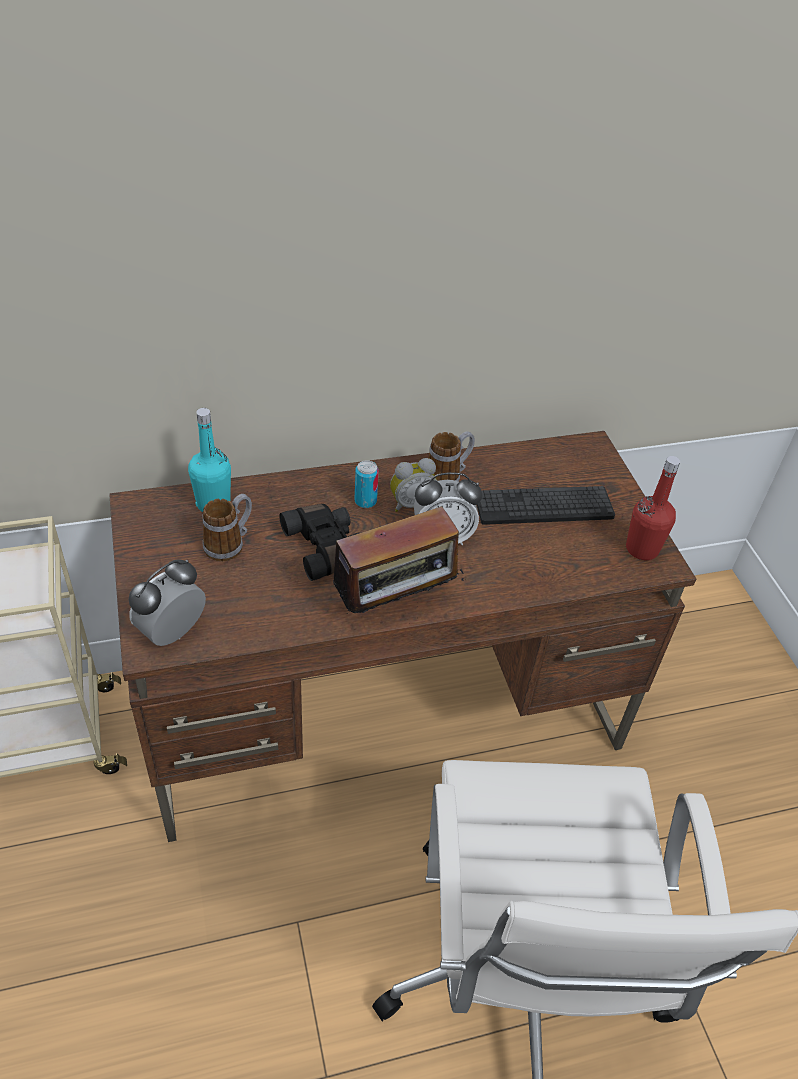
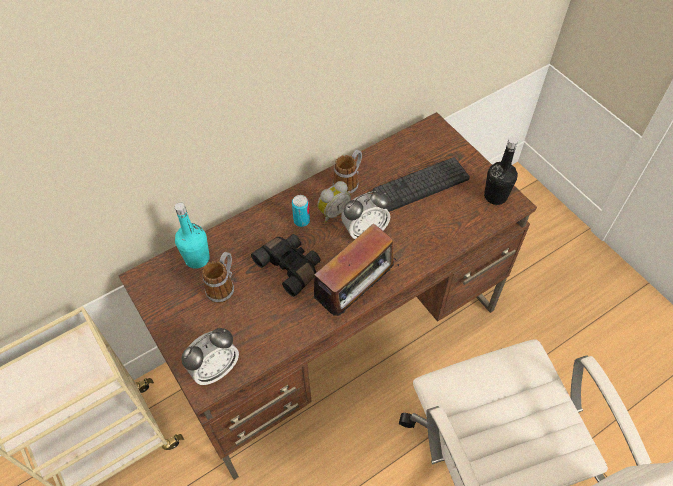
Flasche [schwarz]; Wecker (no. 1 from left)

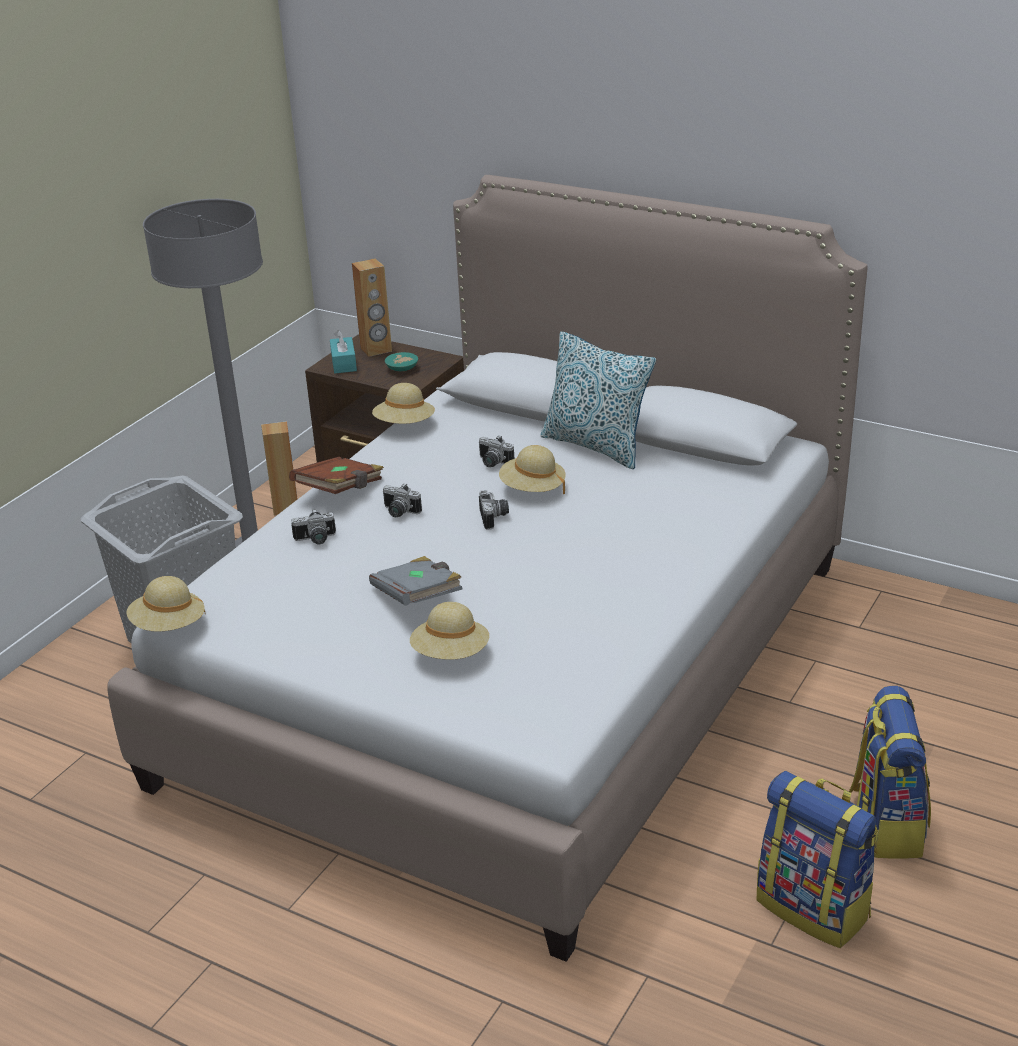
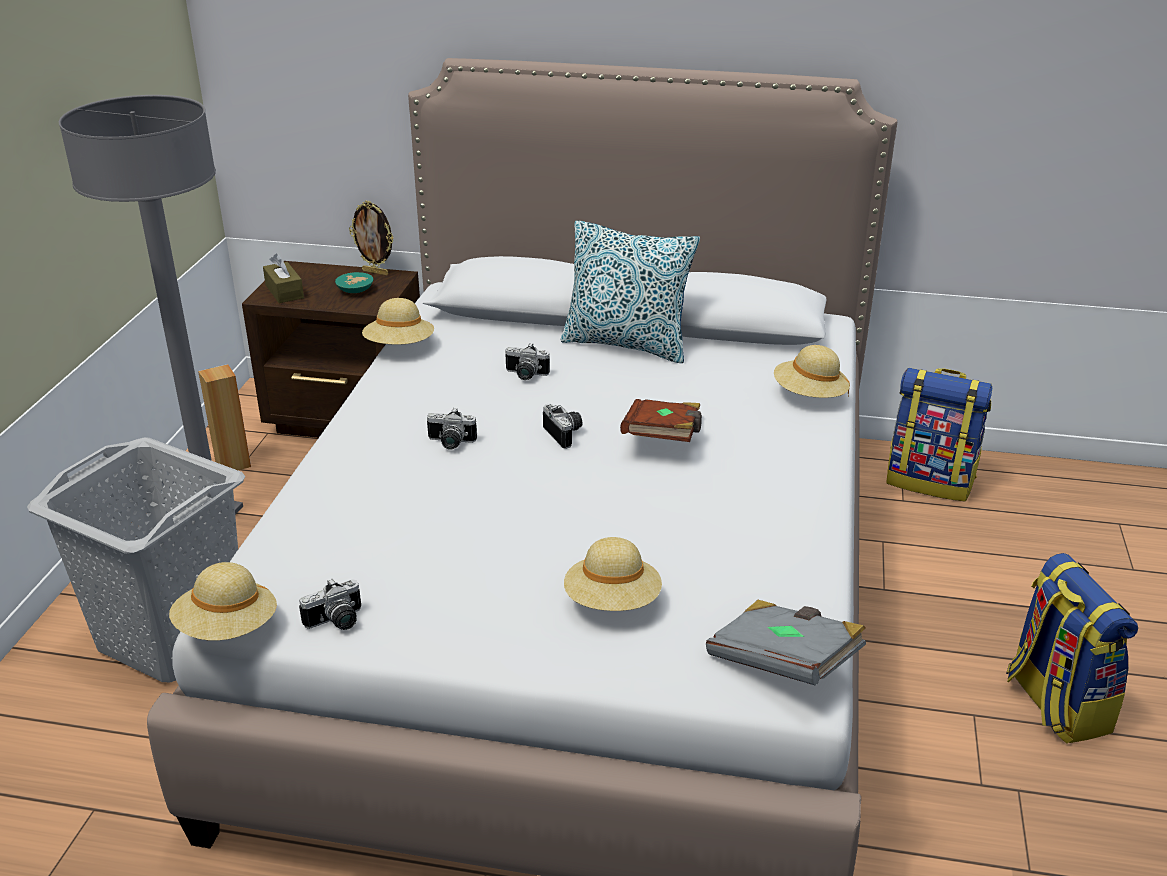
Lautsprecher [braun] (no. 2 from left in the first image); Taschentuchbox [braun]; Hut [beige] (no. 4 from left); Buch [braun]; Kamera (no. 1 from left); Buch [grau]; Rucksack (no. 1 from left); Bilderrahmen

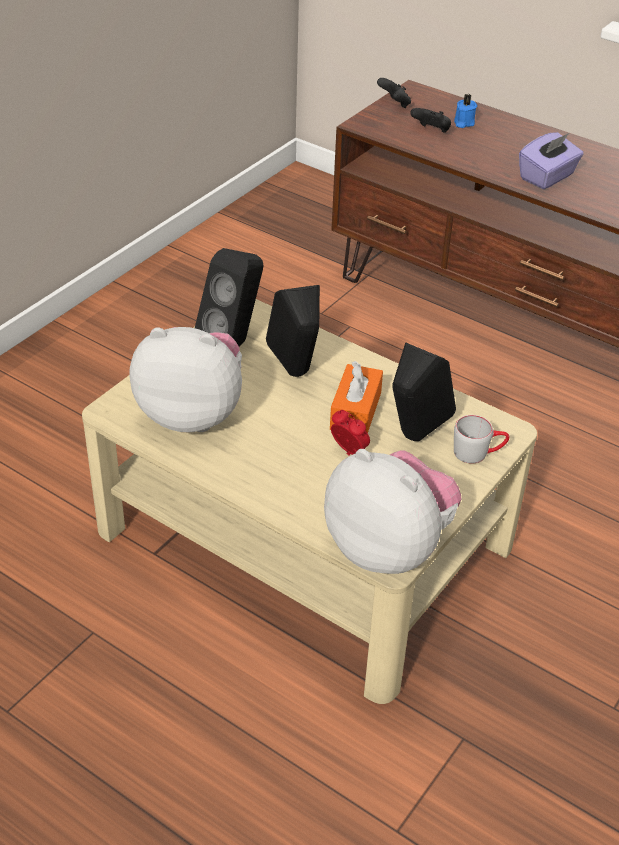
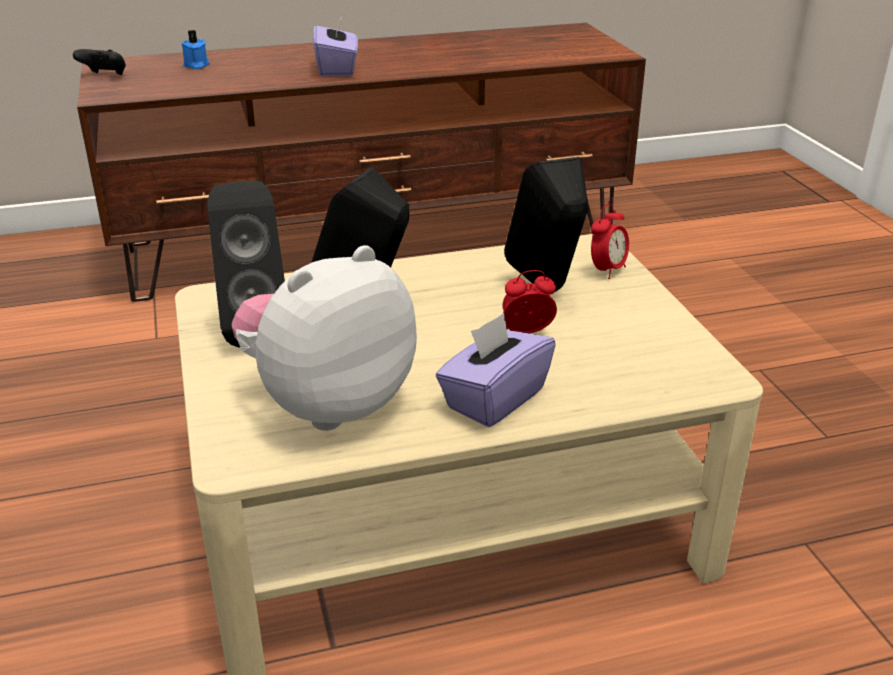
Gamepad [schwarz] (no. 2 from left in the first image); Taschentuchbox [orange]; Wecker (no. 2 from left); Plüschtier (no. 2 from left in the first image); Taschentuchbox [lila] (no. 2 from left)

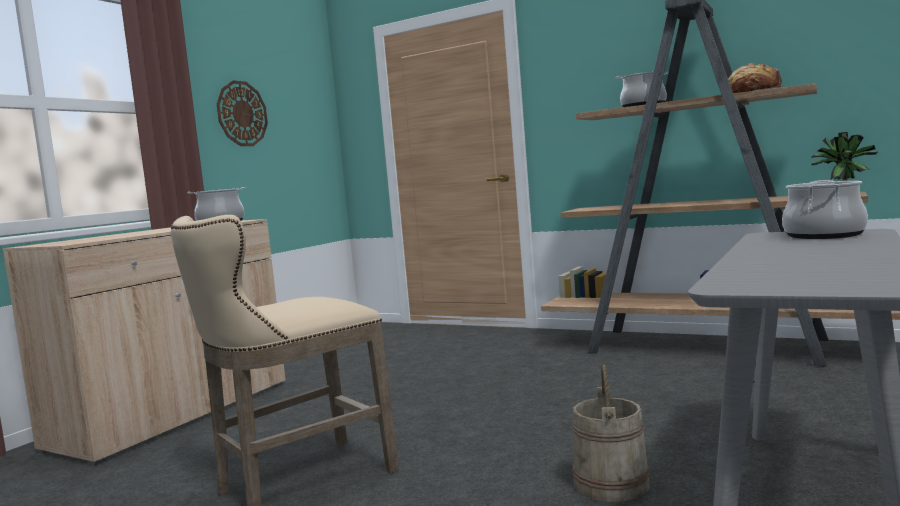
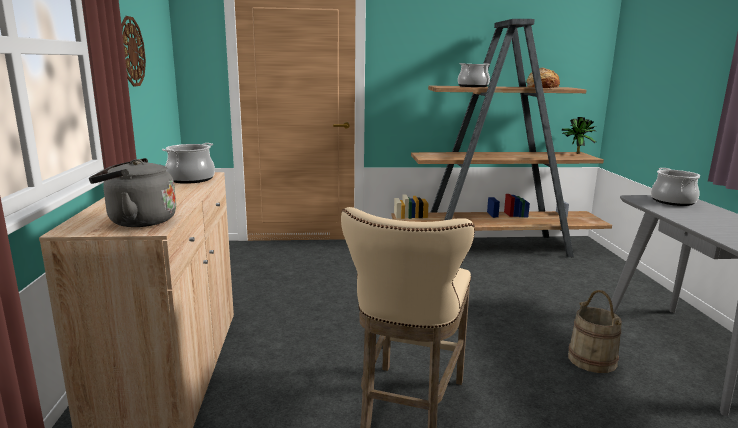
Wasserkessel [grau]

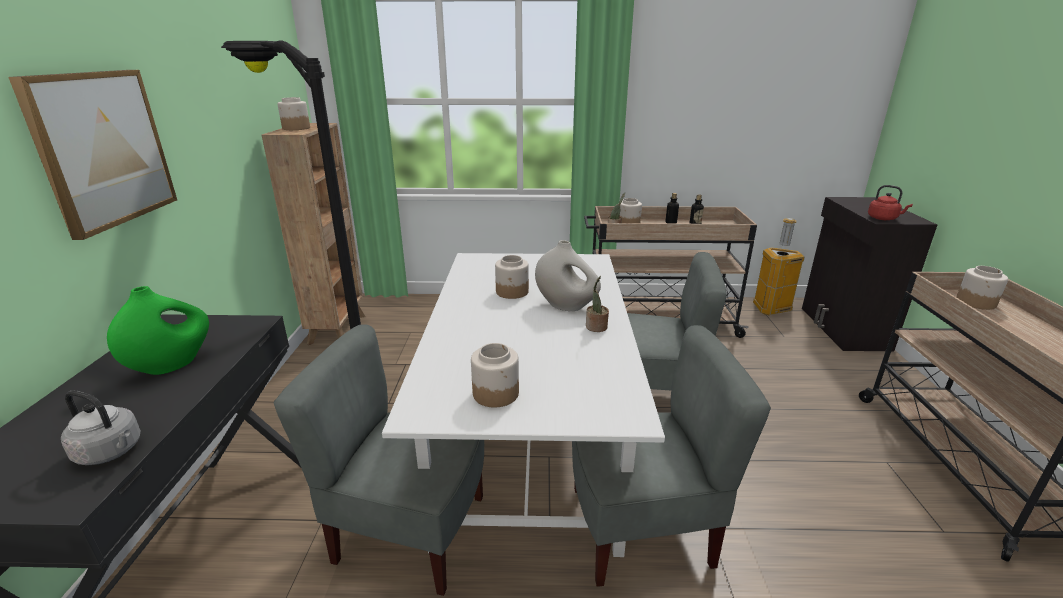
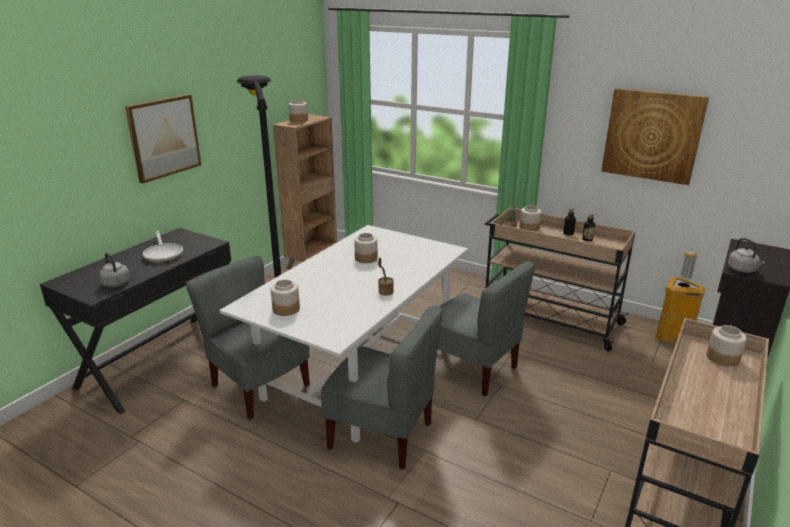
Wasserkessel [grau] (no. 2 from left); Vase [weiß]; Pfanne; Bild (no. 2 from left)

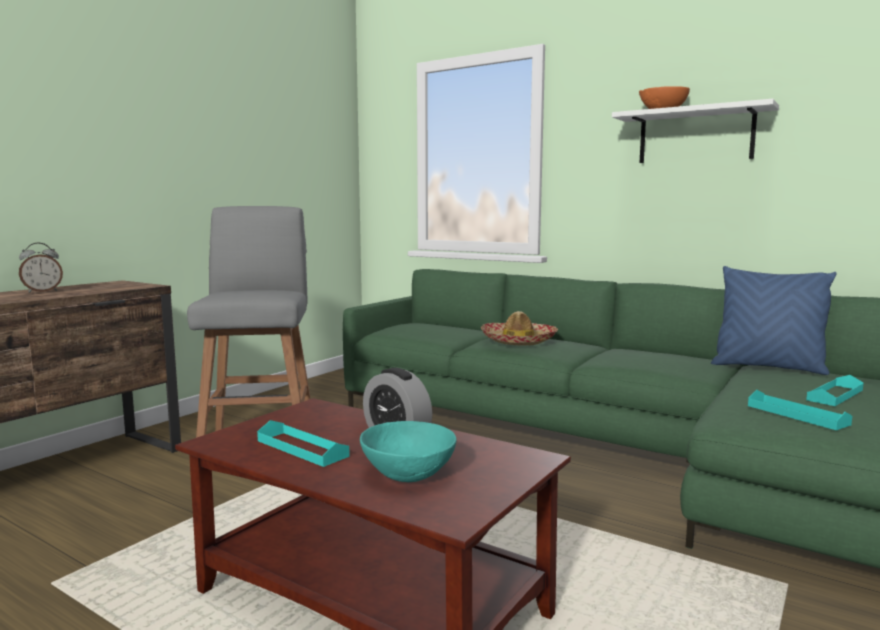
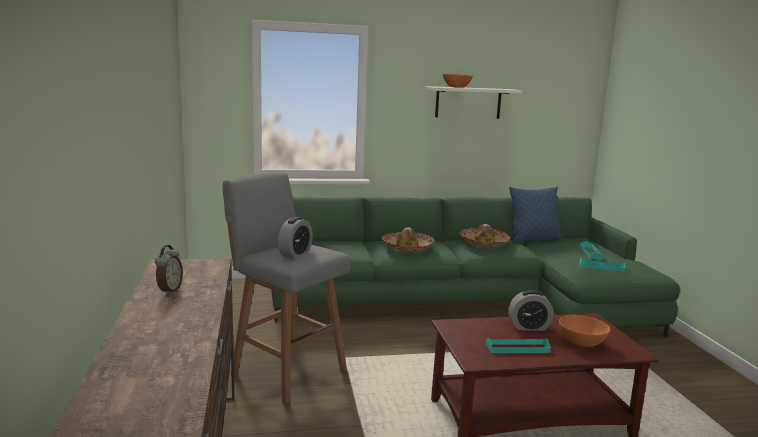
Schüssel [orange] (no. 2 from left); Wecker (no. 2 from left); Hut (no. 2 from left)

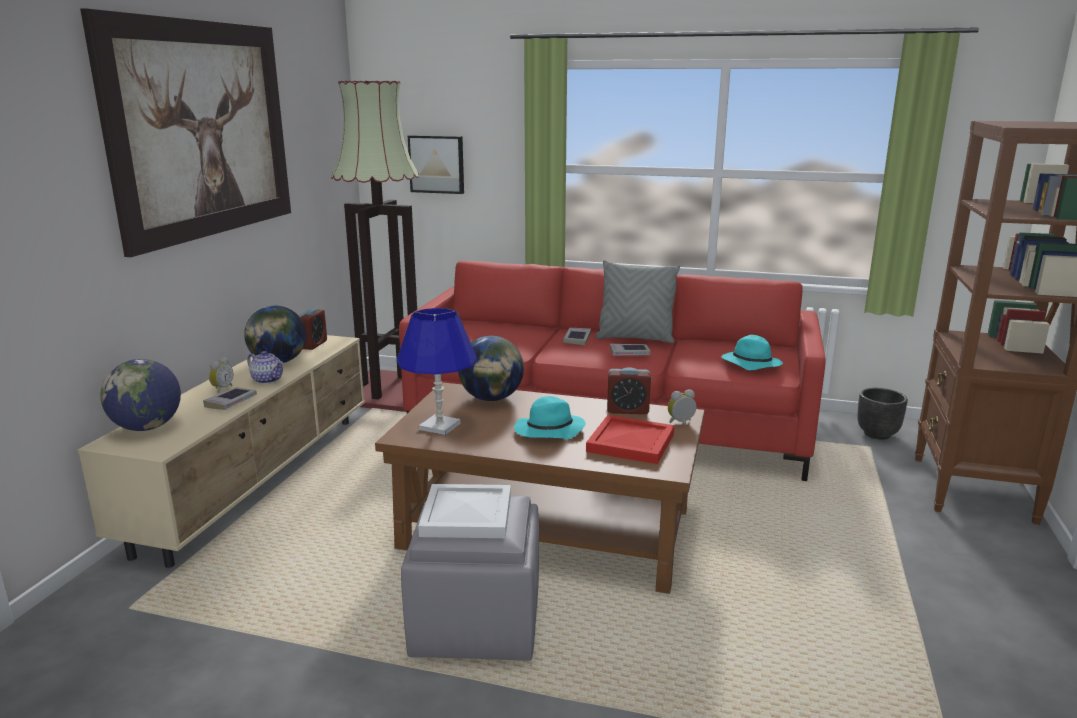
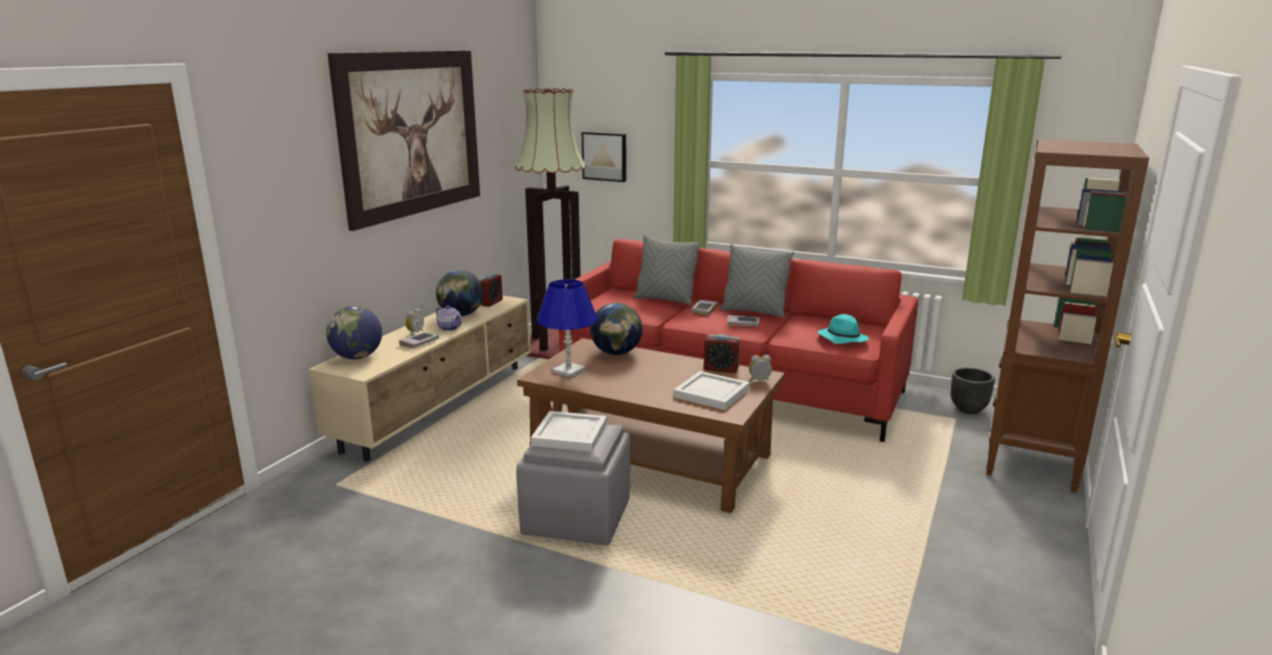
Hut [türkis] (no. 1 from left in the first image); Tablett [weiß] (no. 2 from left); Kissen [grau] (no. 1 from left)

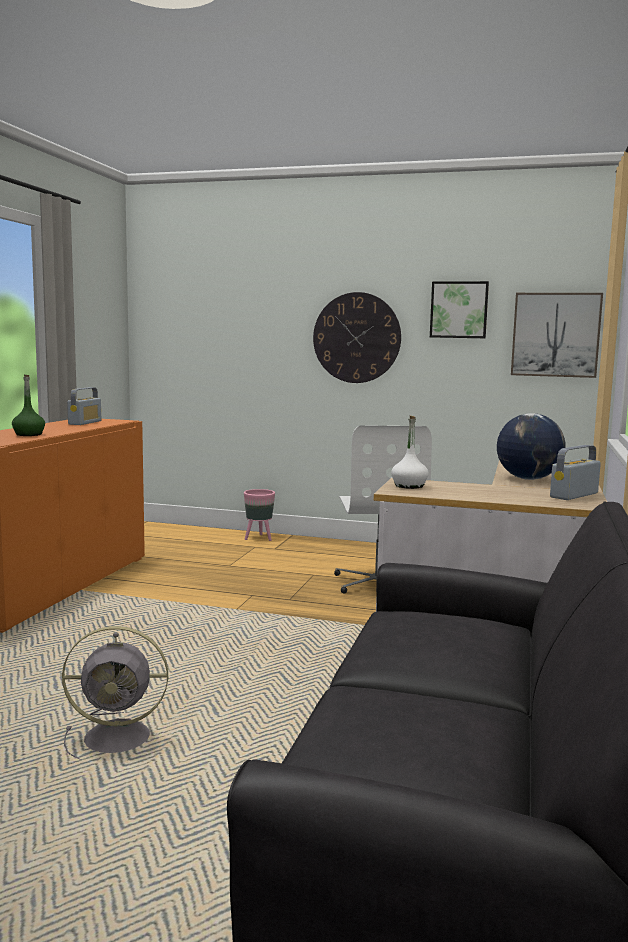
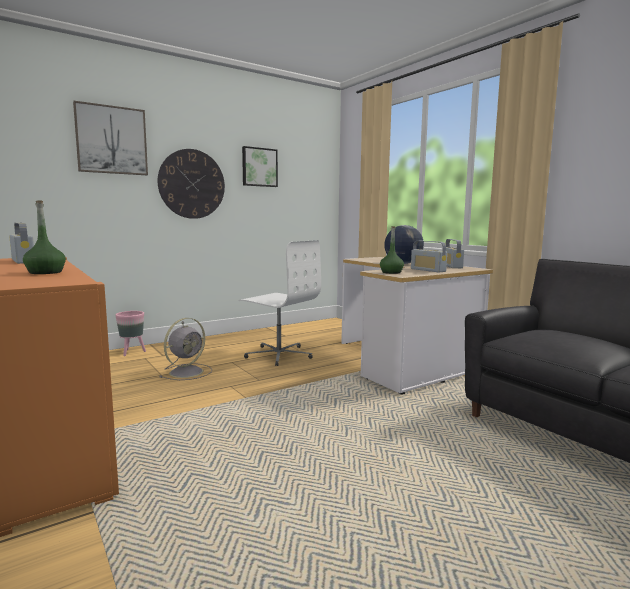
Bild (no. 1 from left); Flasche [grün] (no. 2 from left); Ventilator [grau]; Radio (no. 2 from left)

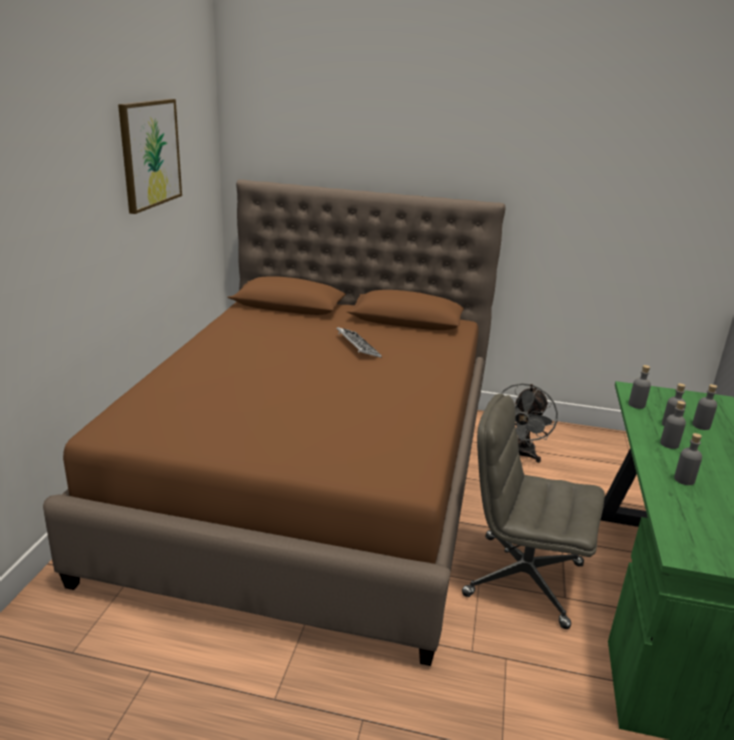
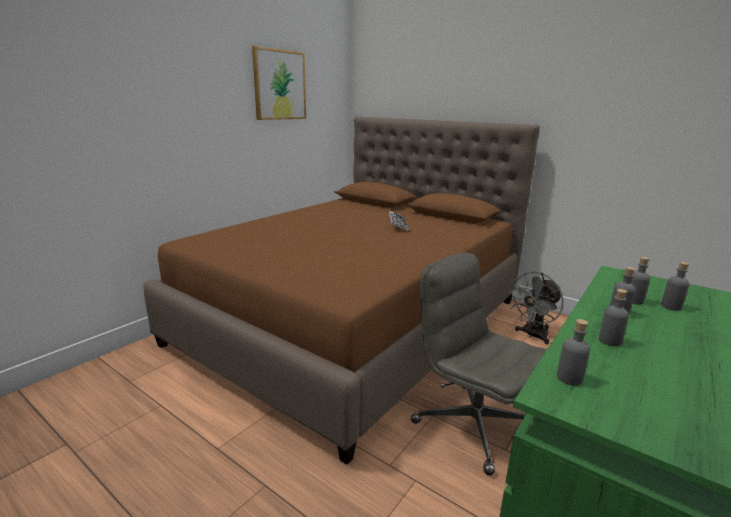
Flasche [grau] (no. 1 from left)

